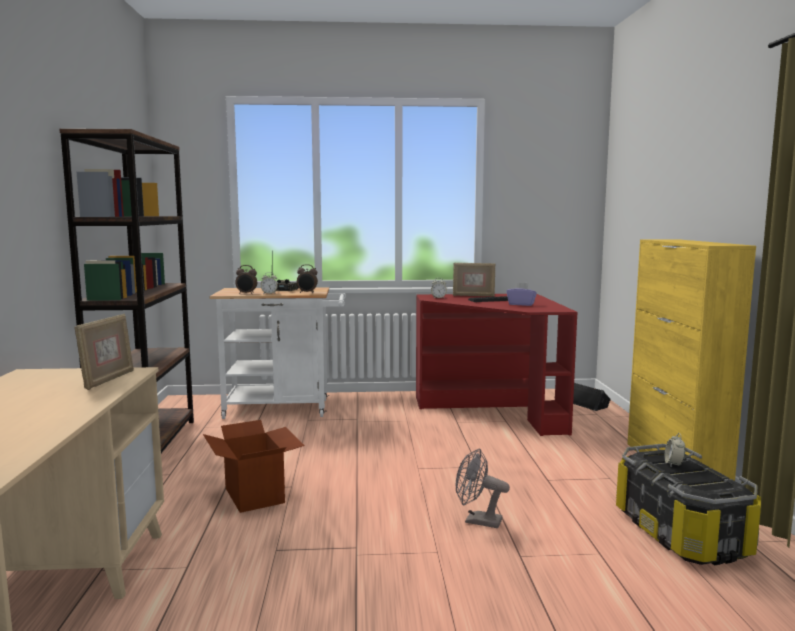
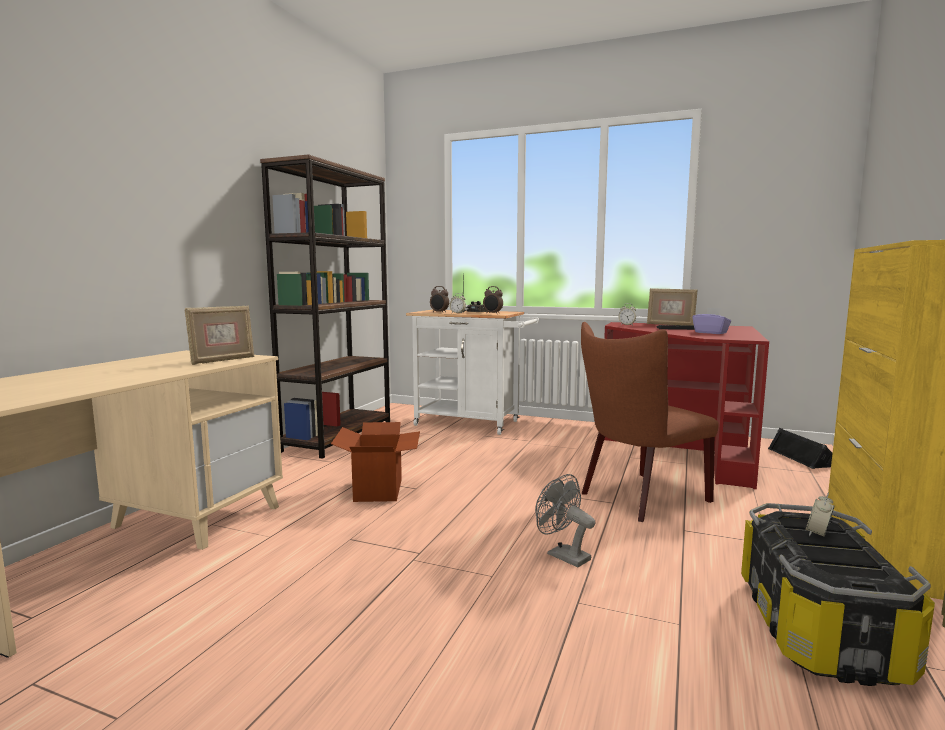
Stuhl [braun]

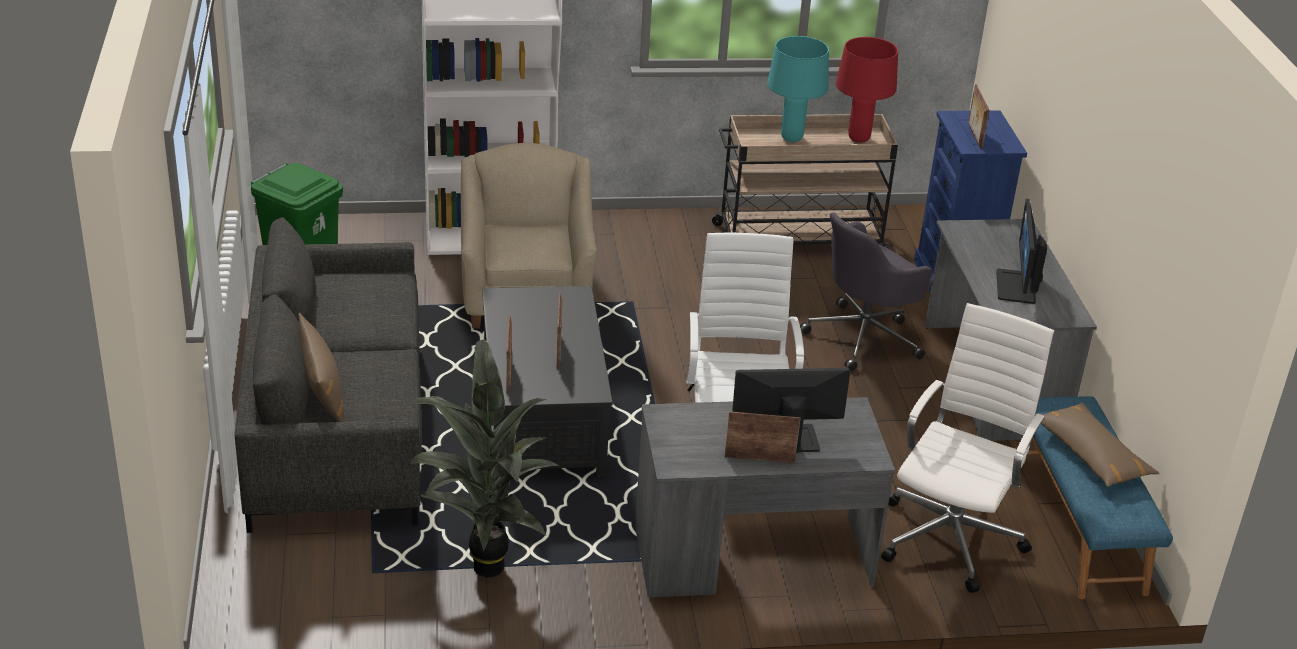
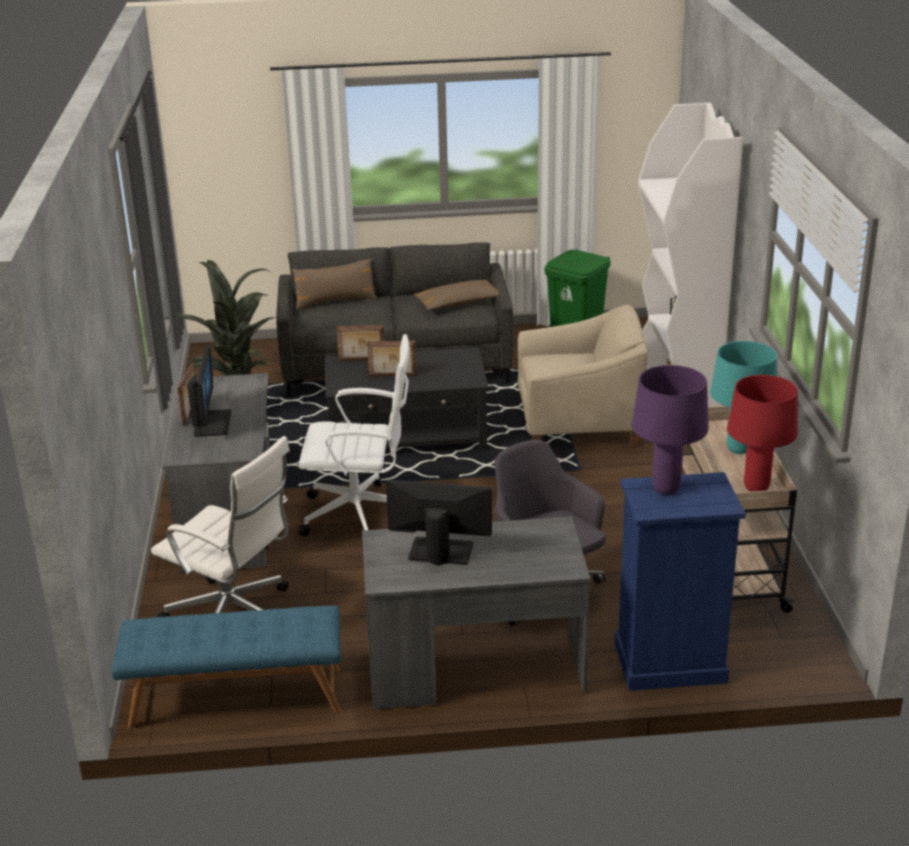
Tischlampe [lila]; Kissen [braun] (no. 2 from left)

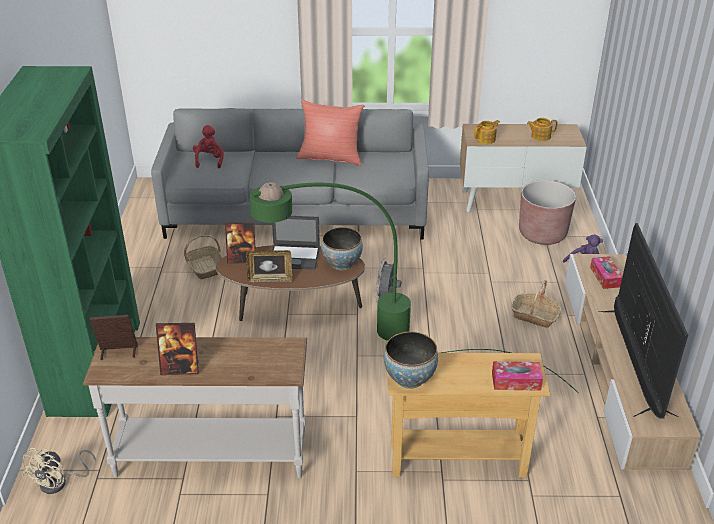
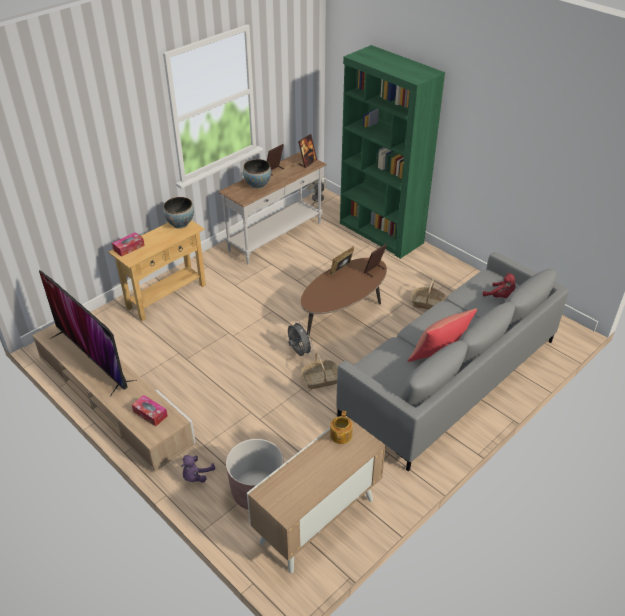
Teekanne (no. 2 from left in the first image); Stehlampe [grün]; Laptop; Schüssel (no. 2 from left); Korb (no. 1 from left)

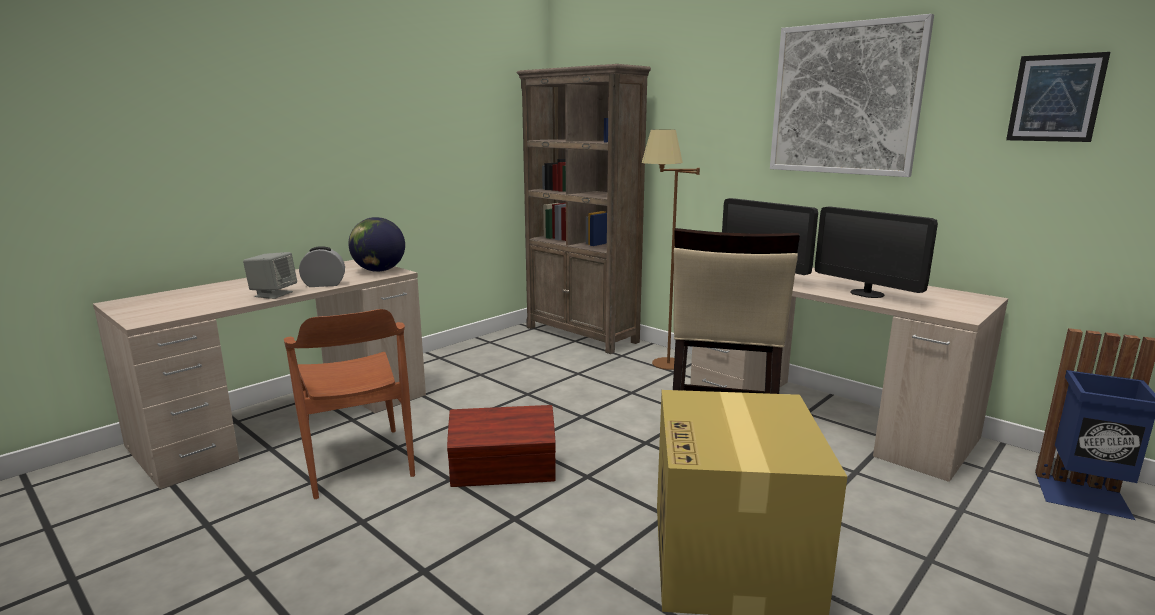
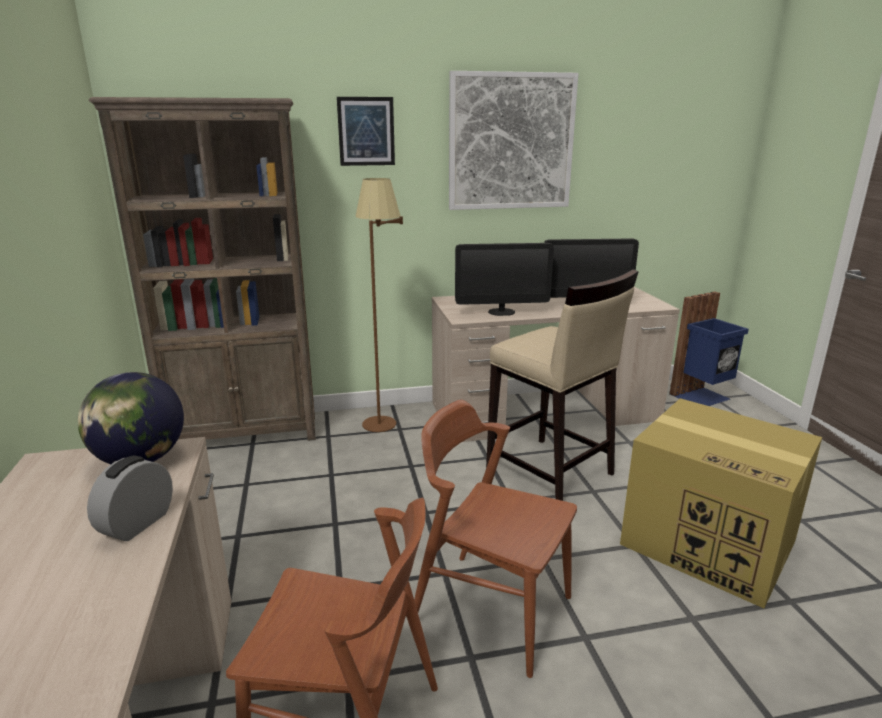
Bild (no. 1 from left); Lautsprecher [grau]; Stuhl [braun] (no. 2 from left)

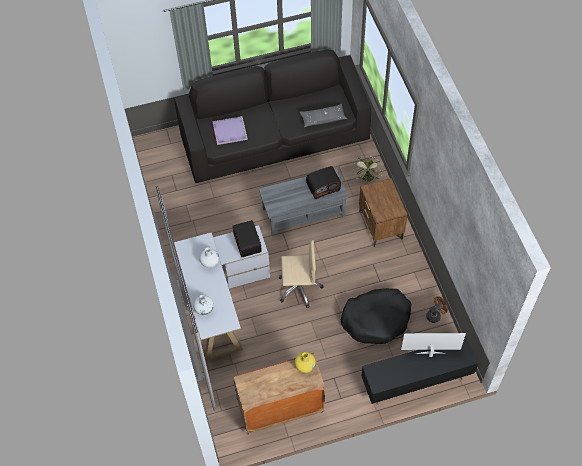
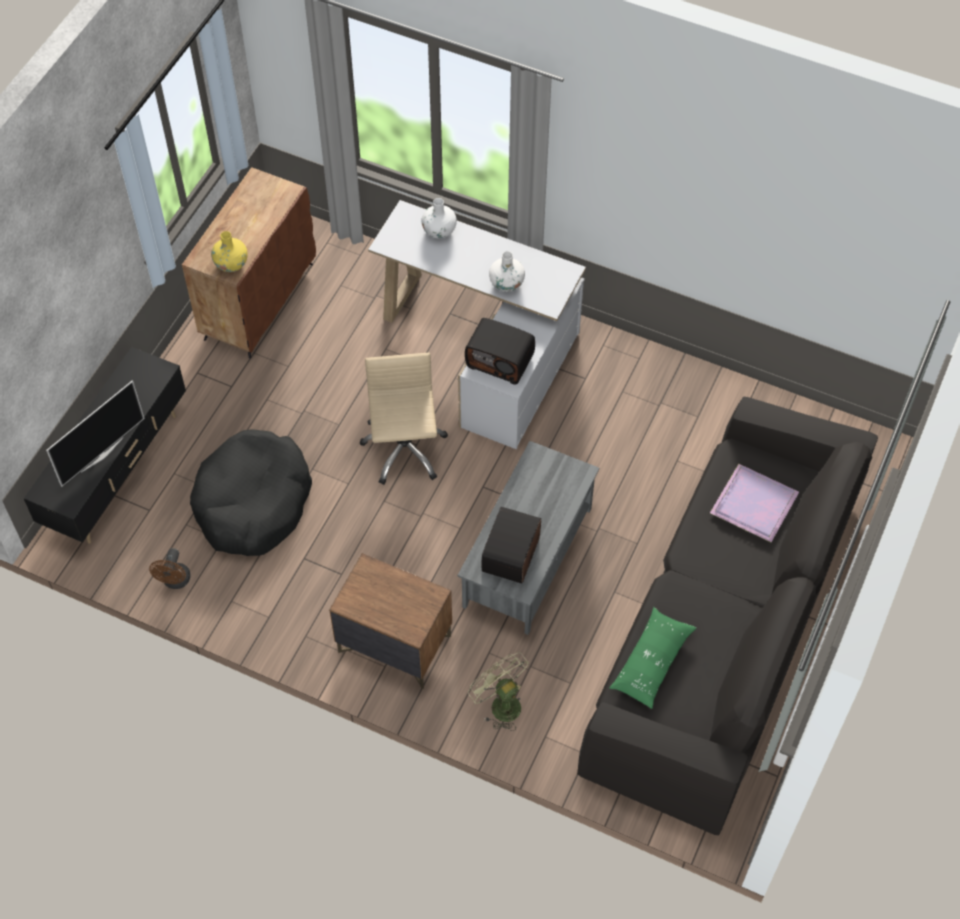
Kissen [grün]; Bürostuhl [beige]

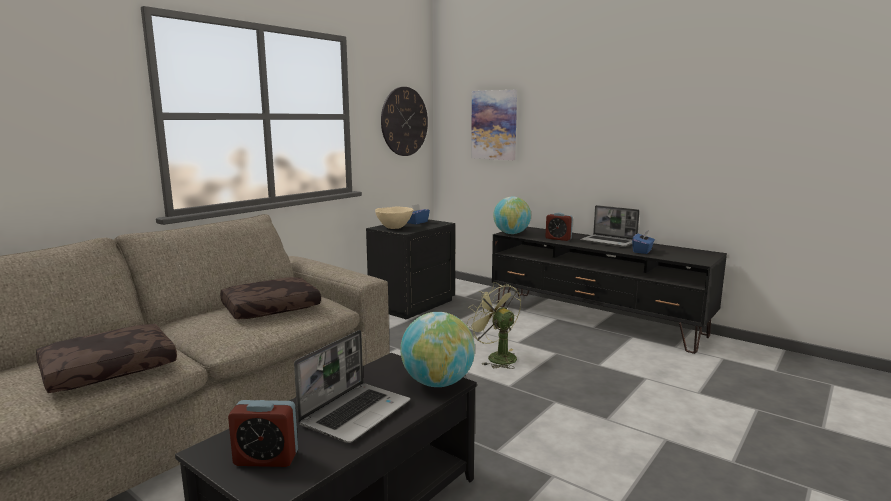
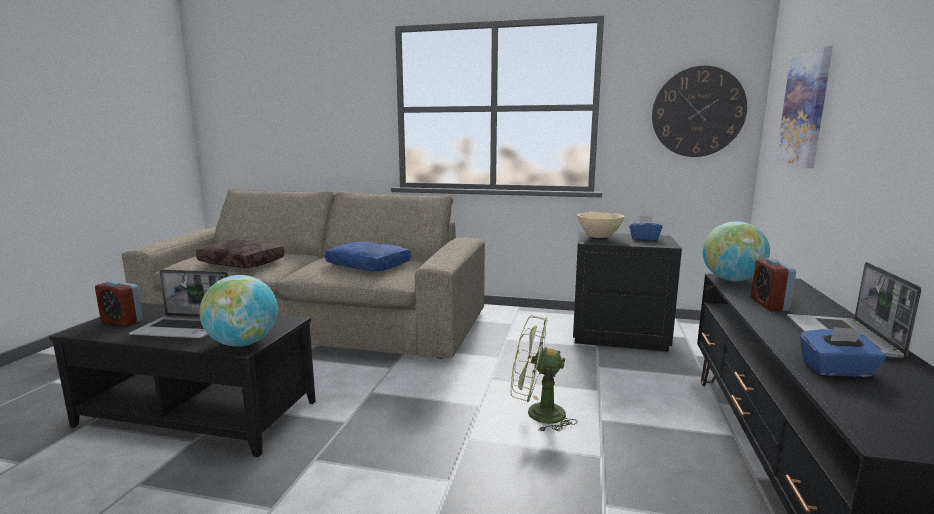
Kissen [blau]; Ventilator [grün]; Wecker (no. 1 from left)

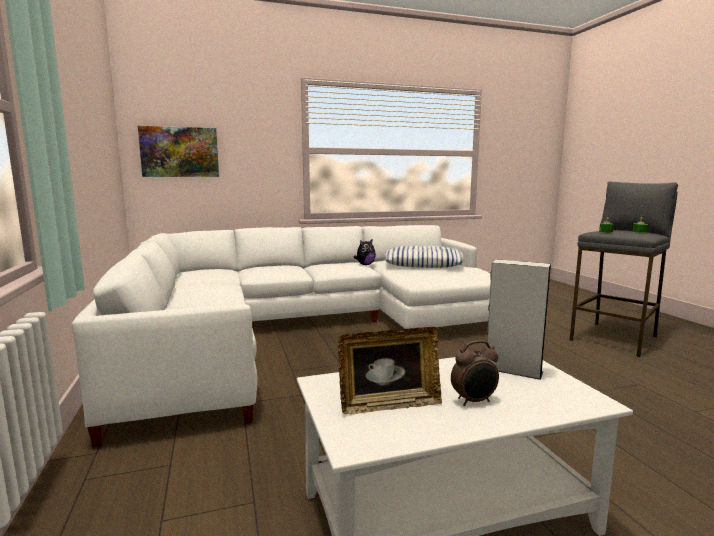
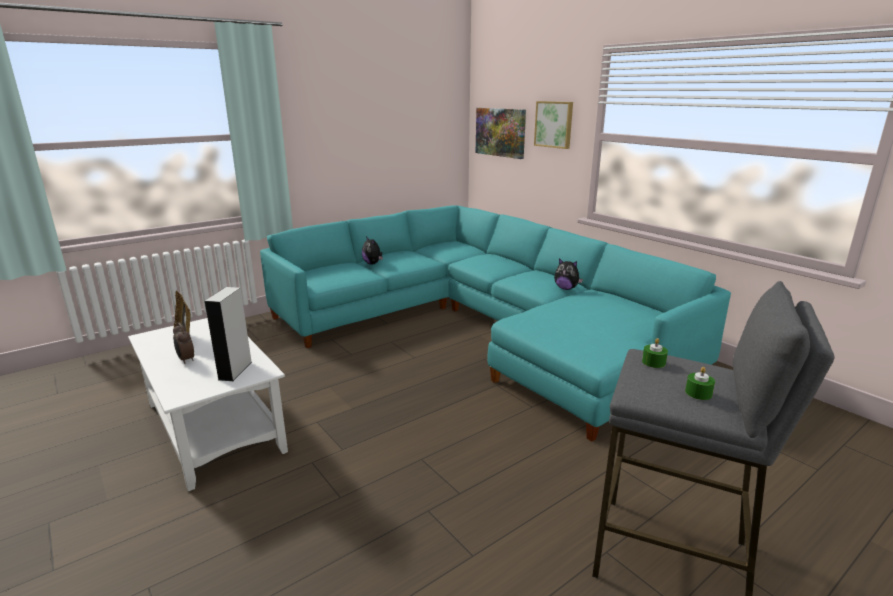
Sofa [türkis]; Kissen; Bild (no. 2 from left); Plüschtier (no. 1 from left)

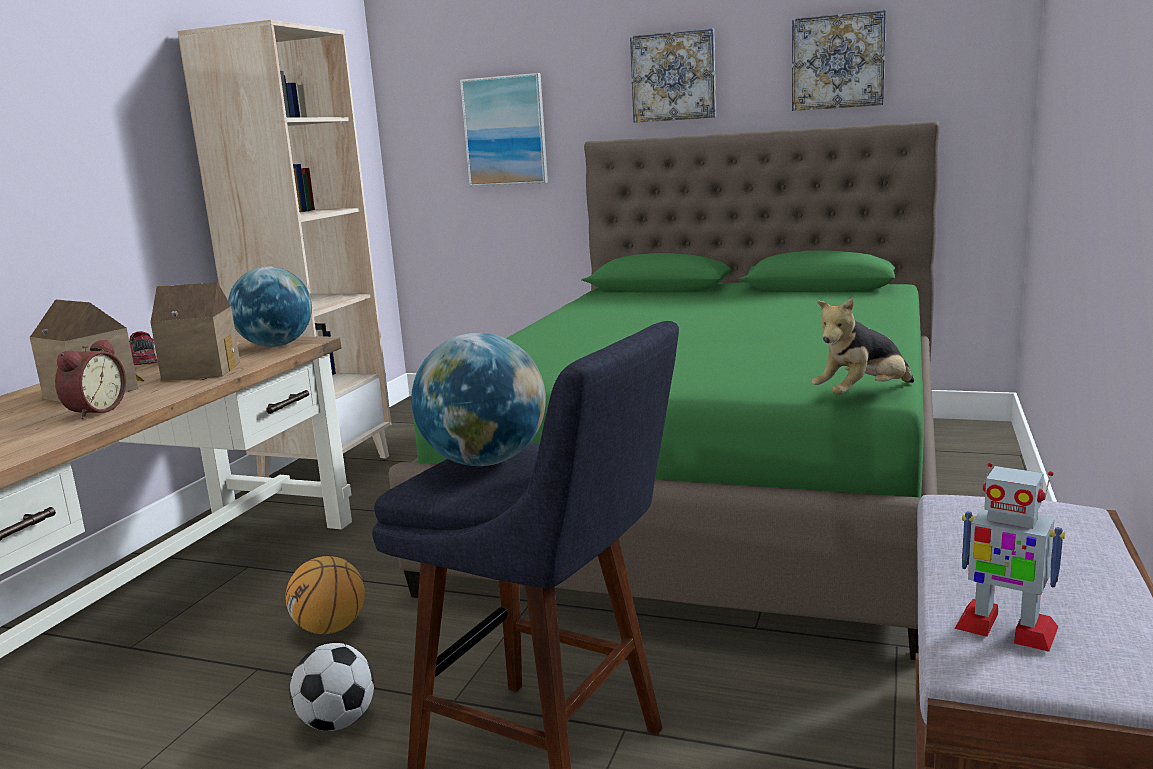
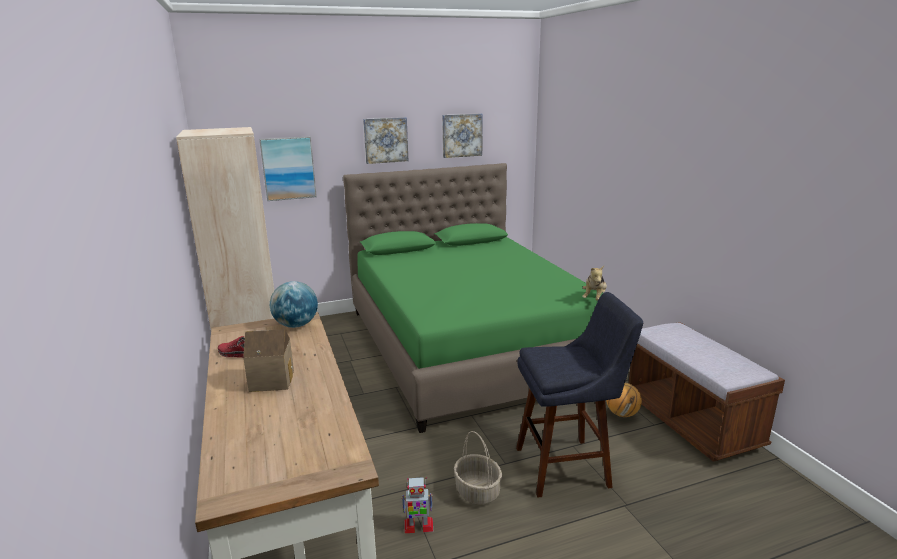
Spielzeughaus (no. 2 from left in the first image); Globus (no. 2 from left in the first image); Wecker; Spielzeugroboter; Basketball; Korb

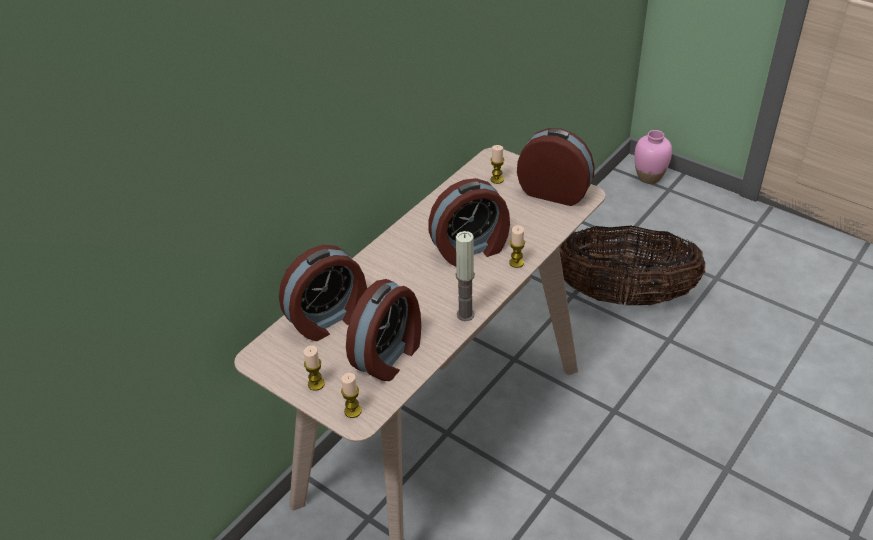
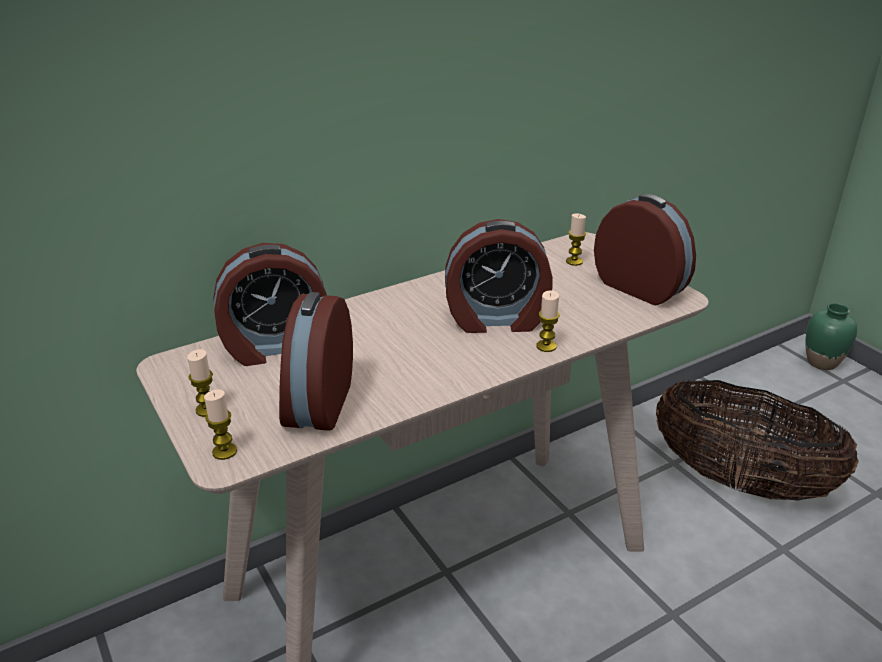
Vase [grün]; Kerze (no. 3 from left in the first image); Wecker (no. 2 from left)

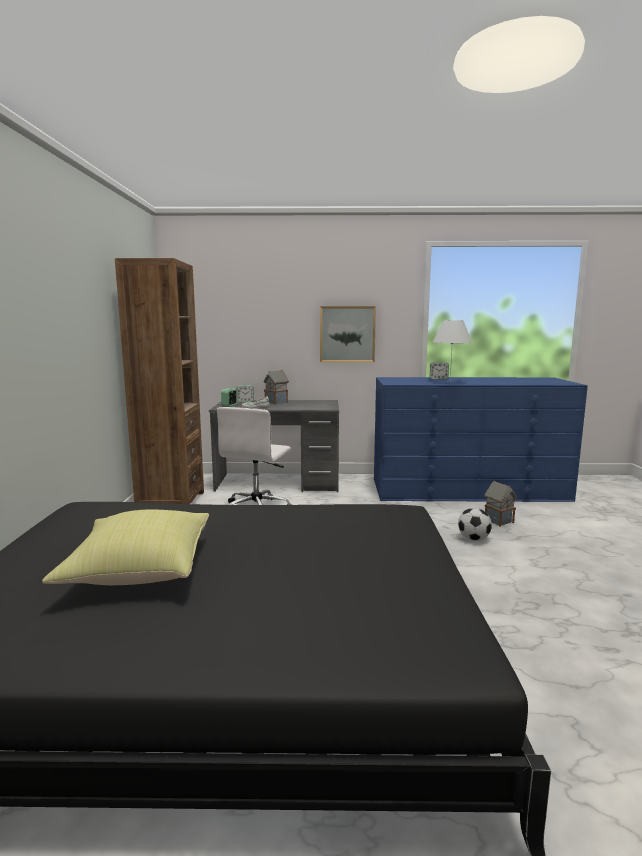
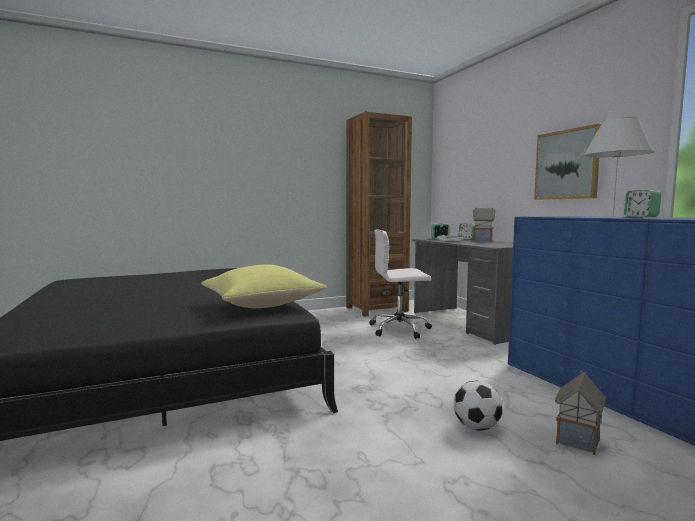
Kissen [gelb]

